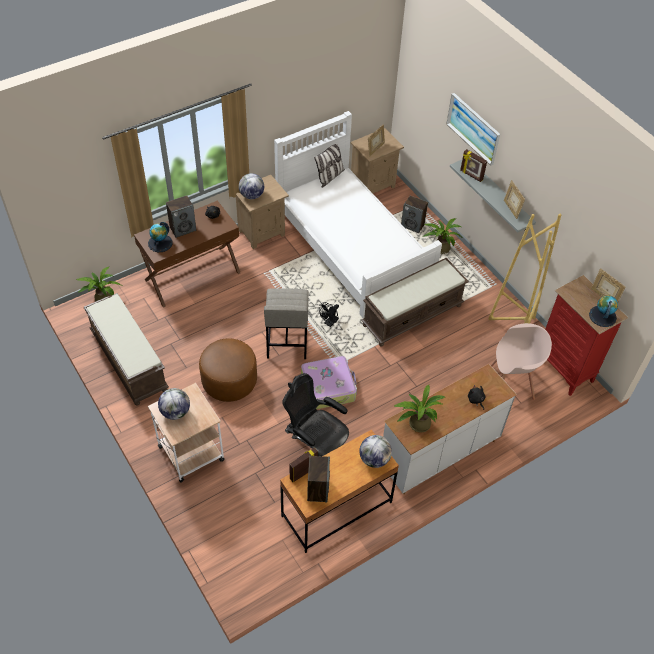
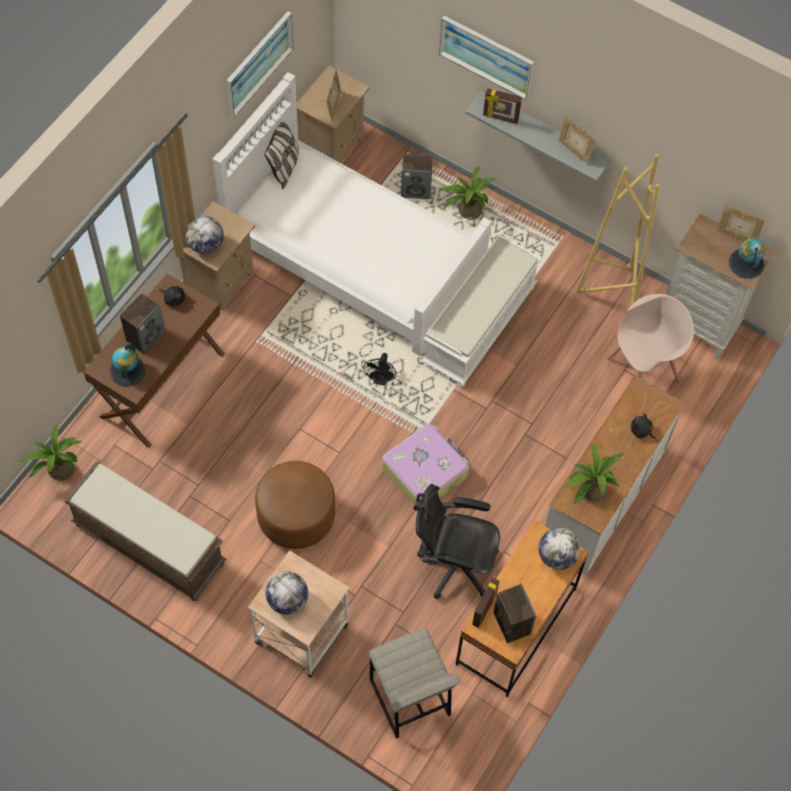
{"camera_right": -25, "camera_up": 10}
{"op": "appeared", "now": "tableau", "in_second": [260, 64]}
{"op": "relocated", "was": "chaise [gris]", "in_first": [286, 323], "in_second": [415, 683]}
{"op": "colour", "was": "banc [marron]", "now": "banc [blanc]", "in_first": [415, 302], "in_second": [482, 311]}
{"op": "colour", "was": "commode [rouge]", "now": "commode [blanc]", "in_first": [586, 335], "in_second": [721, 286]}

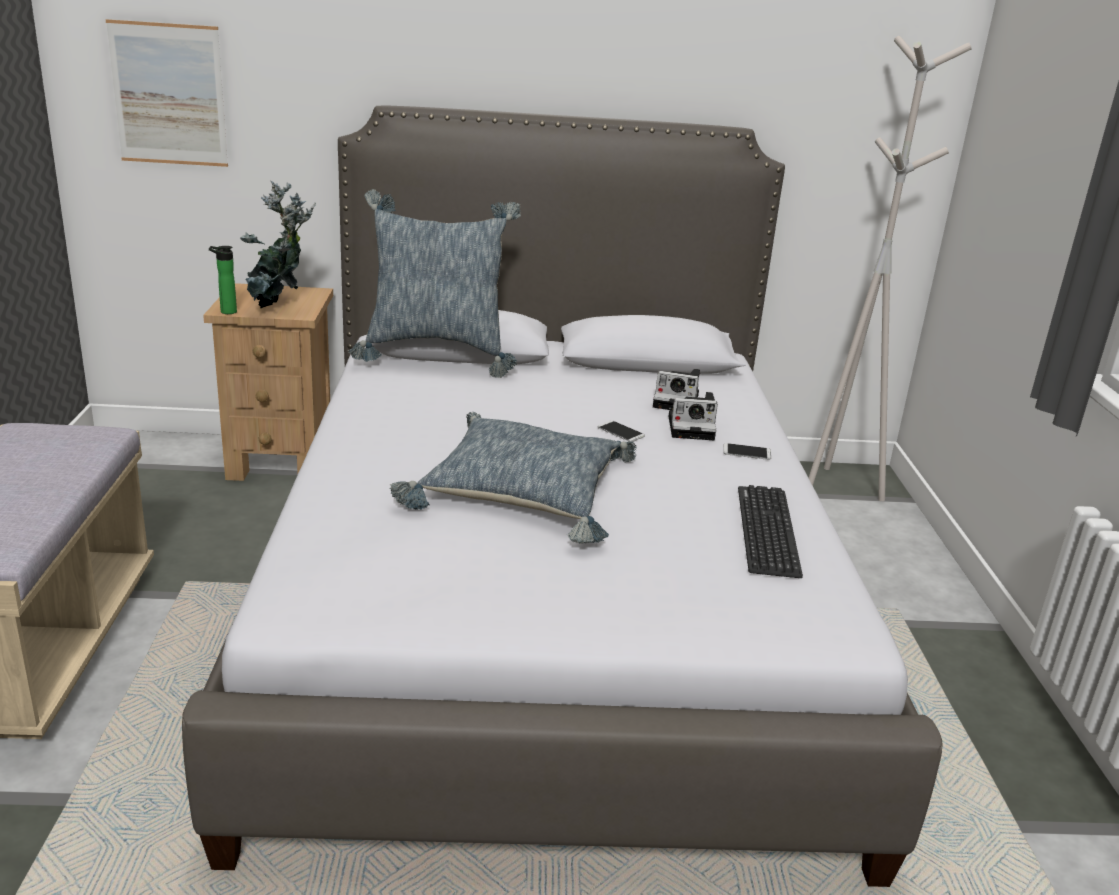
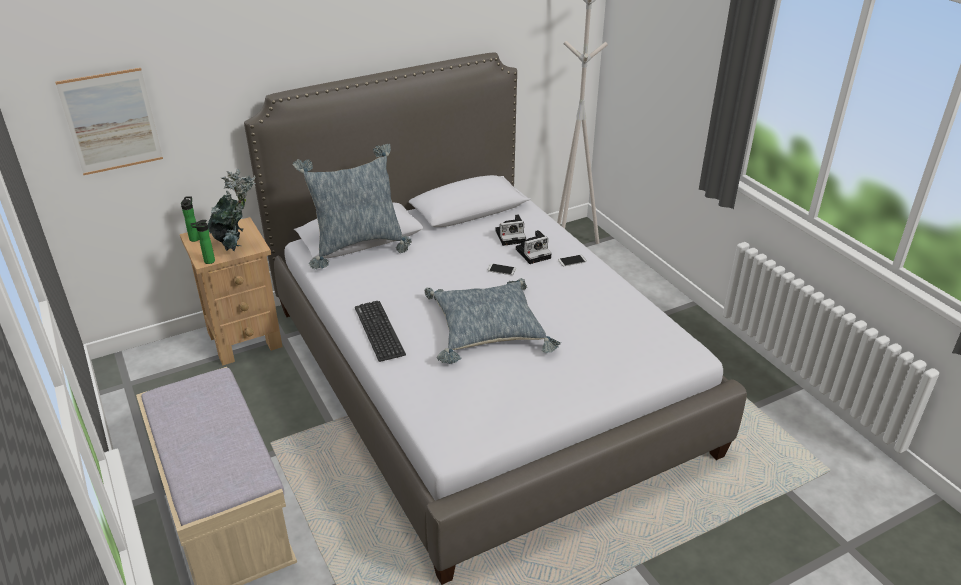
{"camera_right": -25, "camera_up": 10}
{"op": "appeared", "now": "bouteille", "in_second": [190, 219]}
{"op": "relocated", "was": "clavier", "in_first": [770, 531], "in_second": [380, 331]}

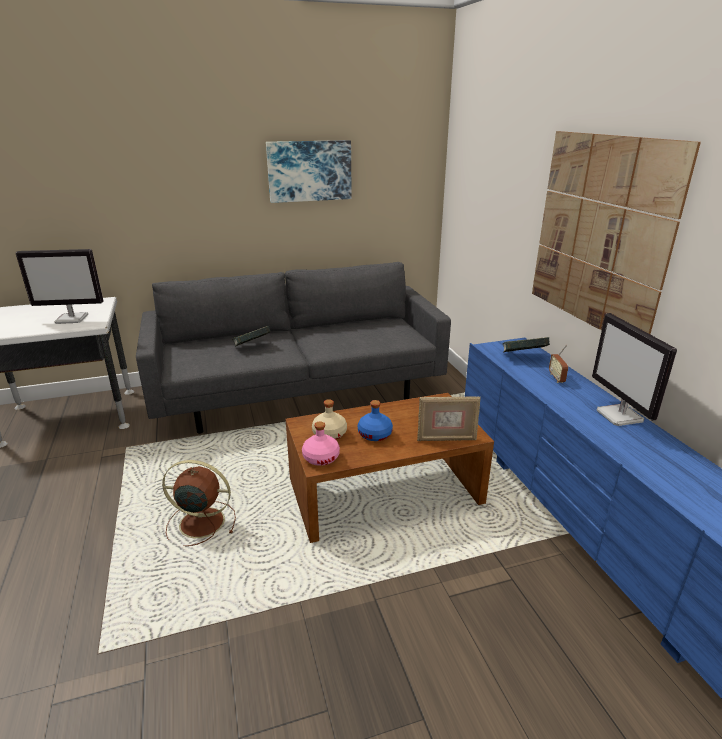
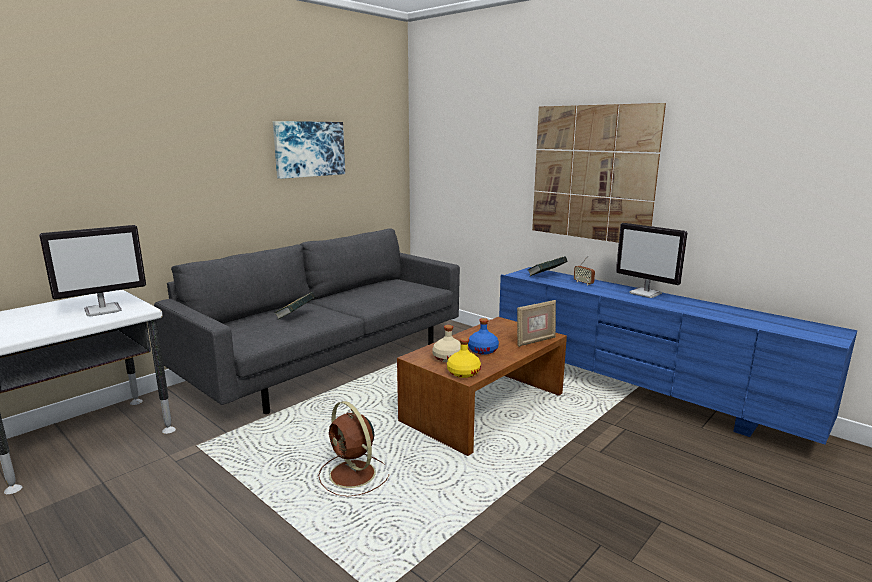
{"camera_right": -30, "camera_up": -10}
{"op": "spun", "was": "ventilateur [marron]", "in_first": [199, 503], "in_second": [353, 448], "clockwise": -105}
{"op": "colour", "was": "bouteille [rose]", "now": "bouteille [jaune]", "in_first": [321, 443], "in_second": [464, 358]}

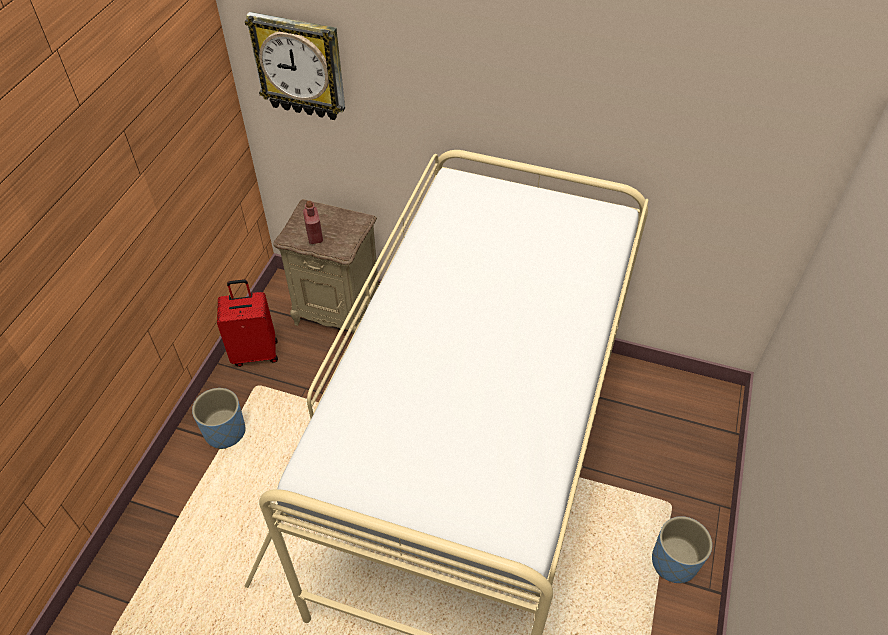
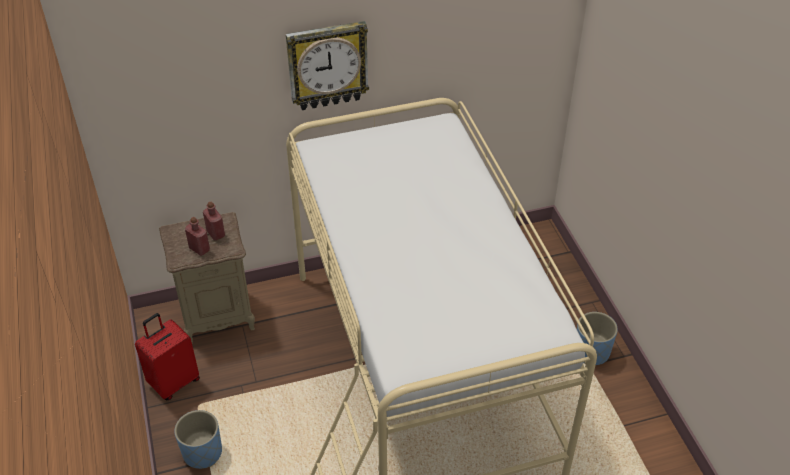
{"camera_right": -35, "camera_up": -5}
{"op": "appeared", "now": "bouteille [rouge]", "in_second": [214, 220]}
{"op": "relocated", "was": "horloge murale", "in_first": [295, 66], "in_second": [327, 65]}

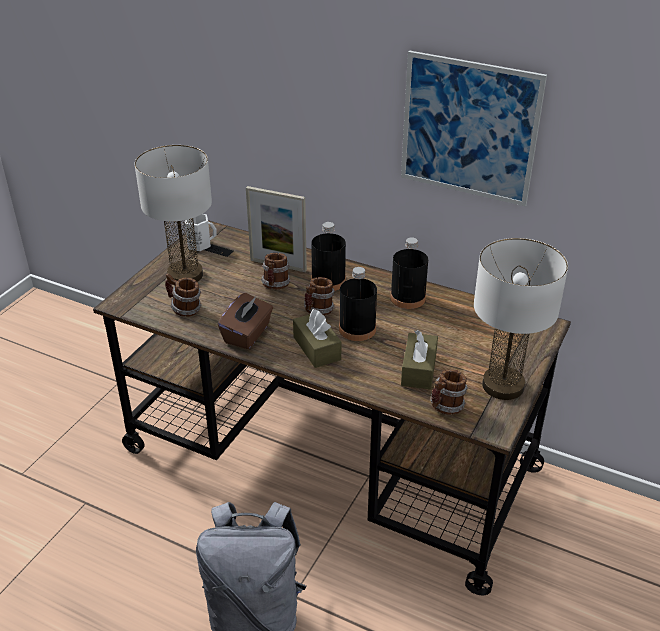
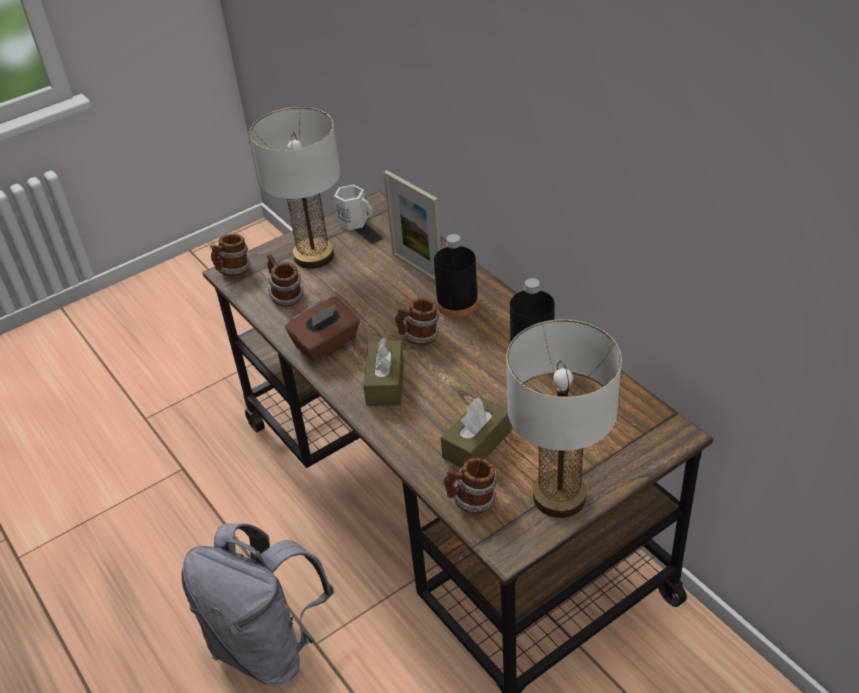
{"camera_right": 30, "camera_up": 5}
{"op": "relocated", "was": "mug", "in_first": [275, 271], "in_second": [230, 255]}
{"op": "missing", "was": "bouteille [noir]", "in_first": [358, 304]}
{"op": "missing", "was": "tableau", "in_first": [474, 129]}

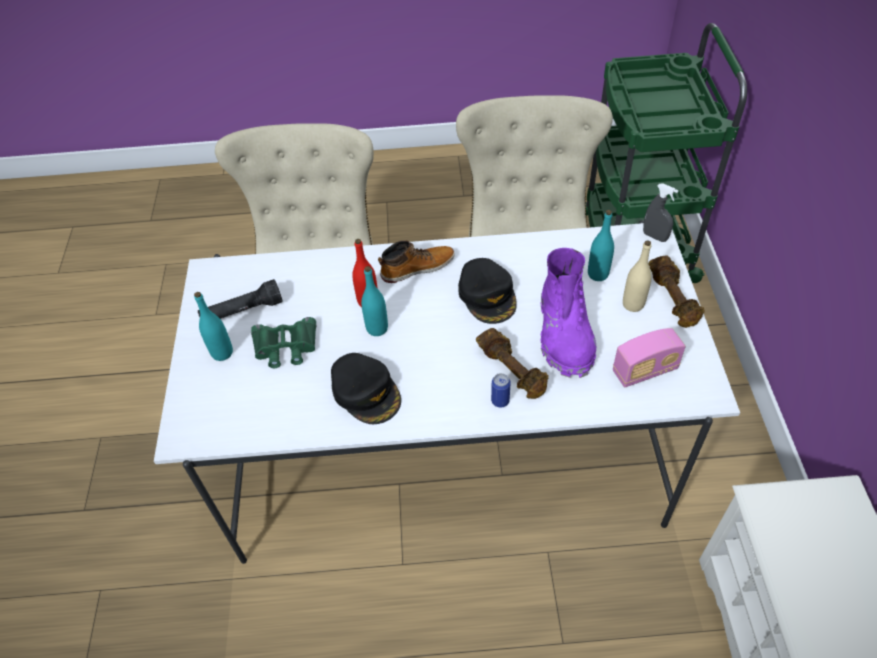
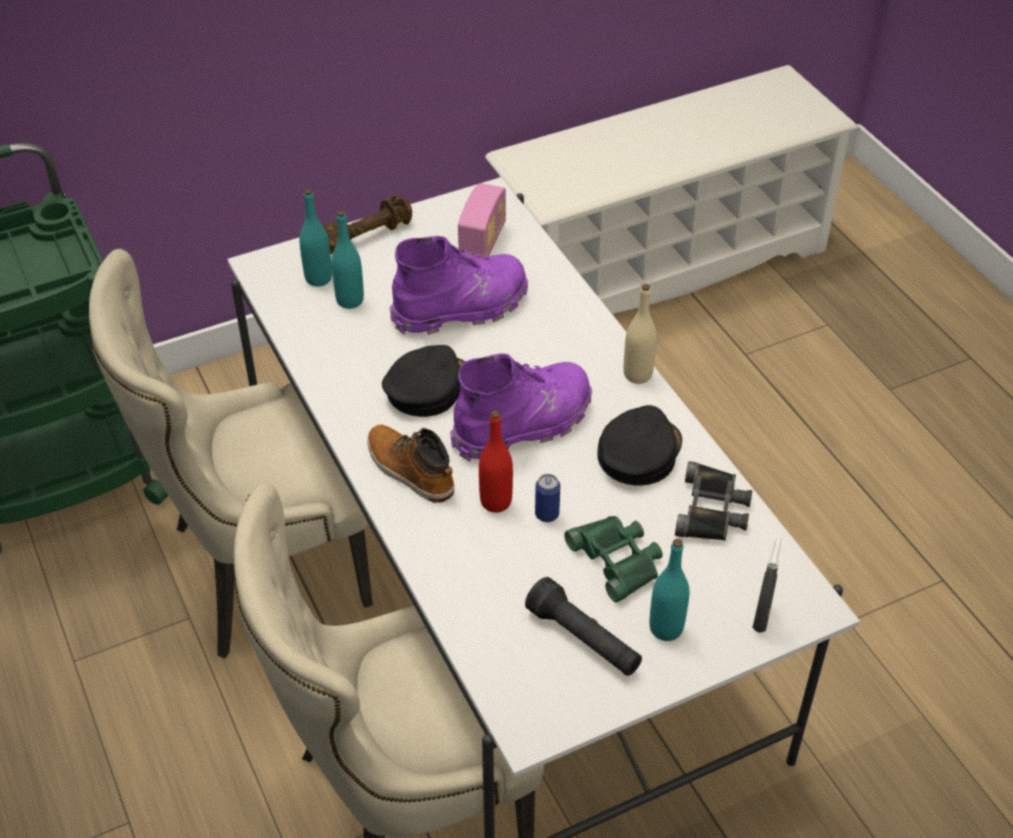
{"camera_right": -115, "camera_up": -5}
{"op": "relocated", "was": "bouteille [turquoise]", "in_first": [374, 301], "in_second": [316, 238]}
{"op": "appeared", "now": "botte [violet]", "in_second": [521, 407]}
{"op": "spun", "was": "radio", "in_first": [649, 357], "in_second": [482, 220], "clockwise": 60}
{"op": "relocated", "was": "boîte métallique", "in_first": [501, 390], "in_second": [547, 498]}
{"op": "relocated", "was": "bouteille [beige]", "in_first": [637, 276], "in_second": [640, 334]}
{"op": "appeared", "now": "jumelles [noir]", "in_second": [713, 501]}
{"op": "relocated", "was": "vaporisateur [gris]", "in_first": [660, 212], "in_second": [767, 583]}
{"op": "missing", "was": "haltère [marron]", "in_first": [512, 363]}

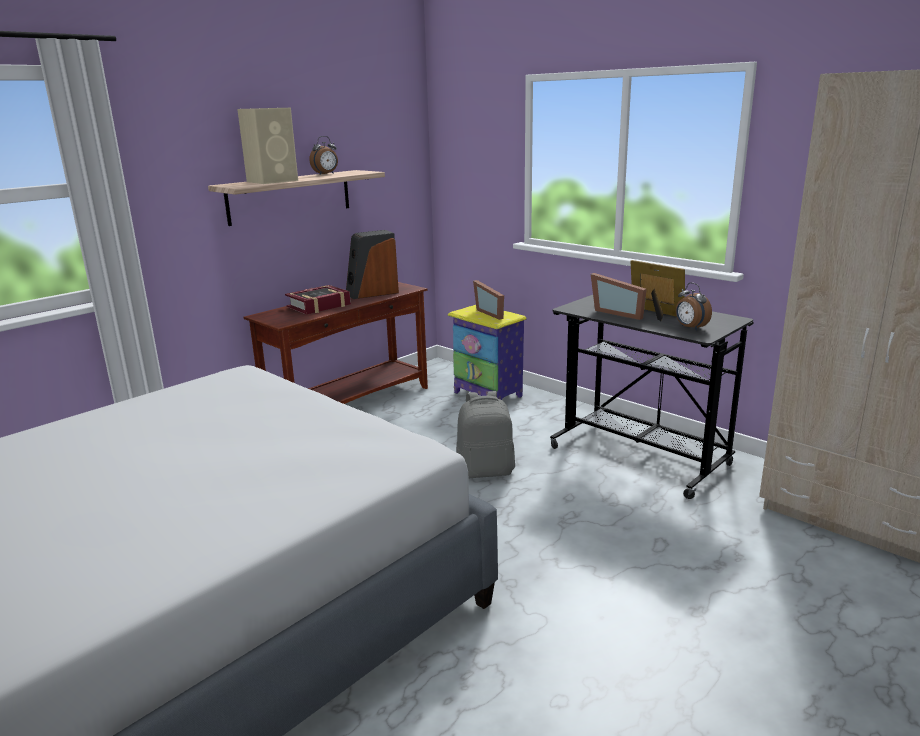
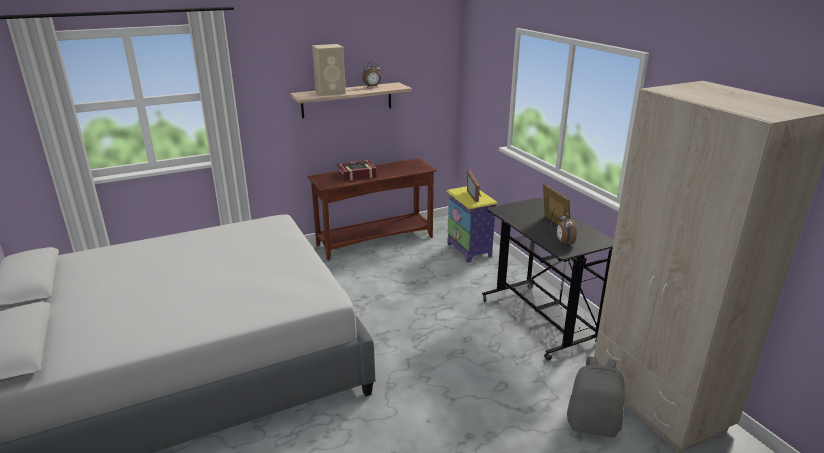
{"camera_right": 20, "camera_up": 5}
{"op": "relocated", "was": "sac à dos [gris]", "in_first": [485, 434], "in_second": [596, 397]}
{"op": "missing", "was": "enceinte", "in_first": [372, 264]}
{"op": "missing", "was": "cadre photo", "in_first": [619, 296]}

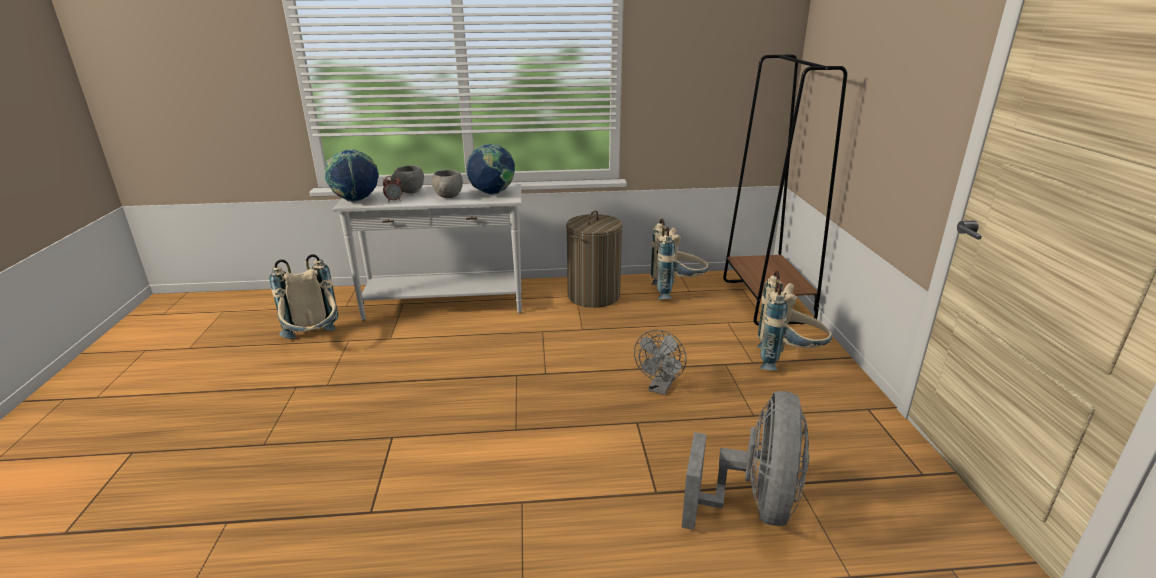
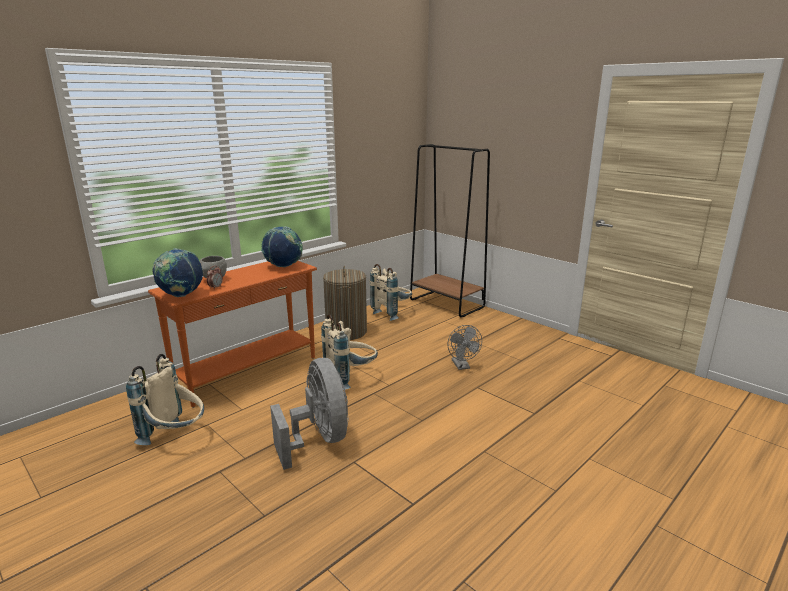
{"camera_right": -40, "camera_up": -5}
{"op": "colour", "was": "table console [blanc]", "now": "table console [orange]", "in_first": [427, 252], "in_second": [232, 334]}
{"op": "relocated", "was": "ventilateur [gris]", "in_first": [745, 460], "in_second": [309, 414]}
{"op": "relocated", "was": "sac à dos [beige]", "in_first": [794, 320], "in_second": [349, 352]}
{"op": "missing", "was": "bol [gris]", "in_first": [447, 184]}

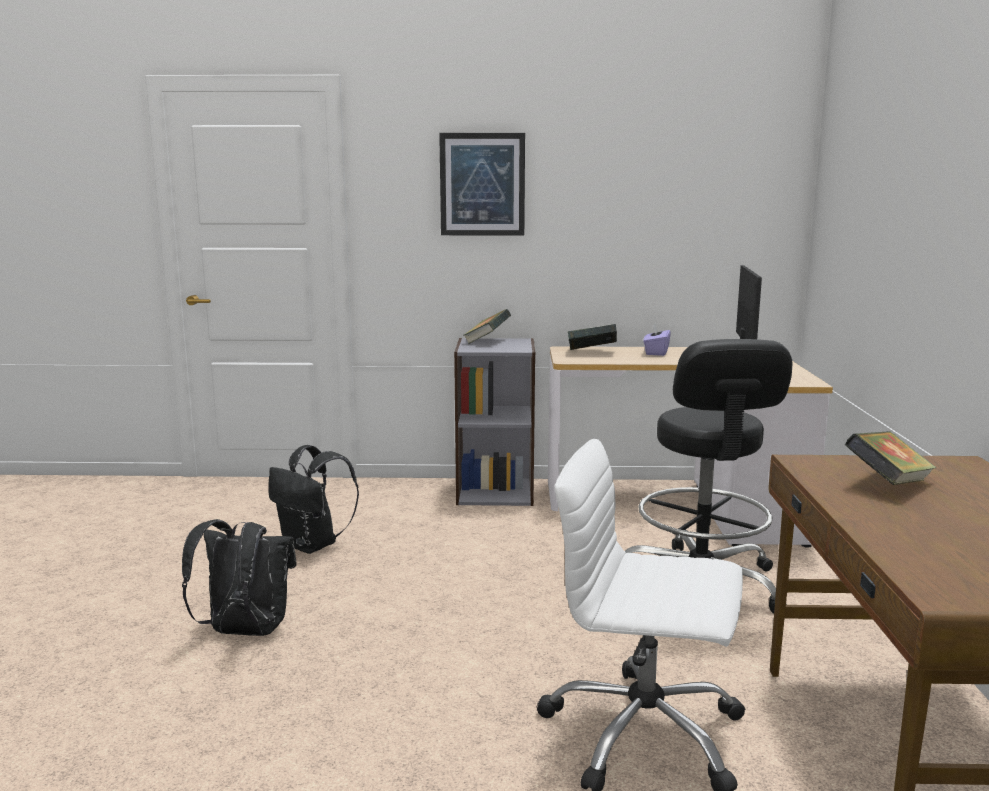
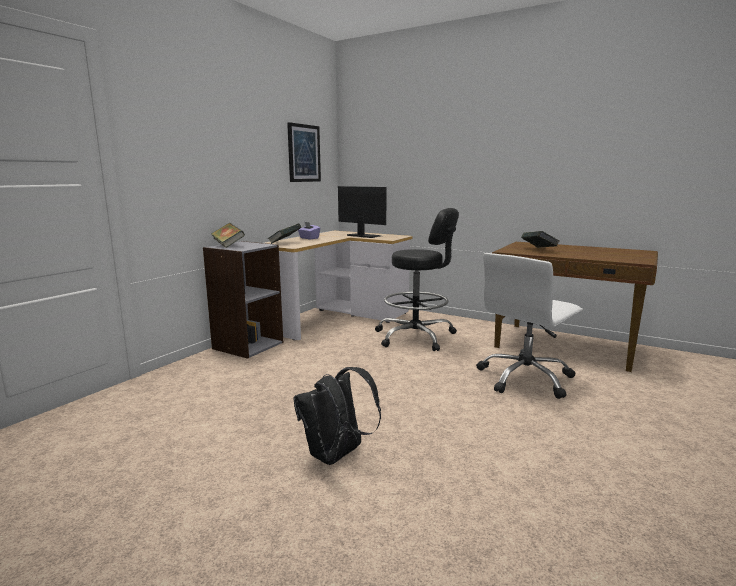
{"camera_right": -60, "camera_up": 0}
{"op": "relocated", "was": "tableau", "in_first": [482, 184], "in_second": [304, 152]}
{"op": "missing", "was": "sac à dos [noir]", "in_first": [313, 499]}

